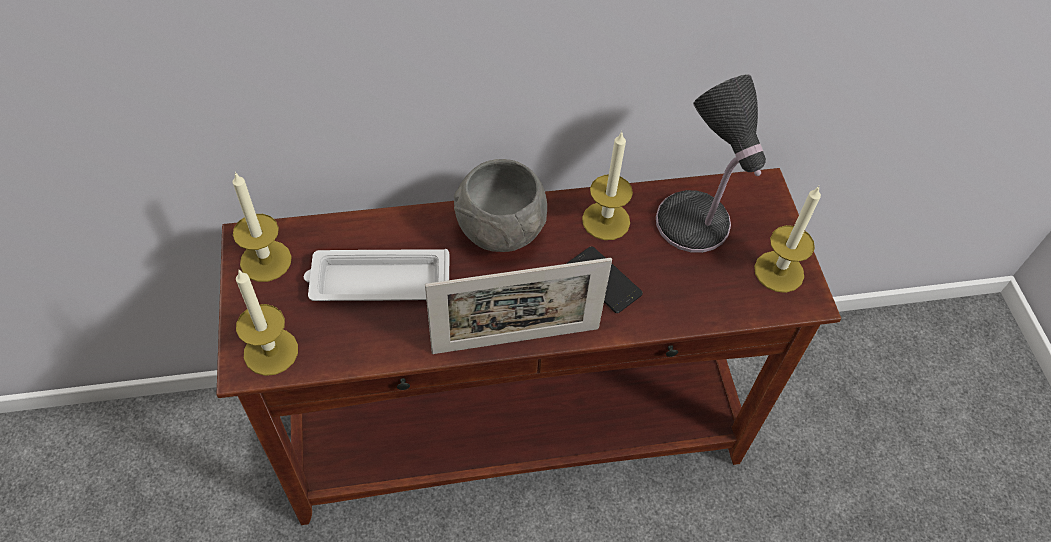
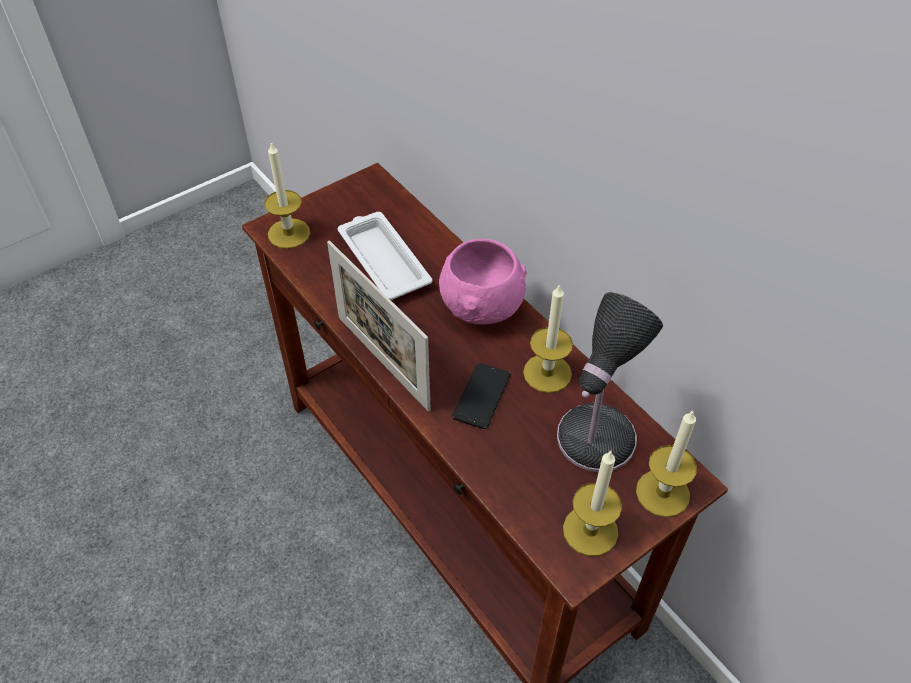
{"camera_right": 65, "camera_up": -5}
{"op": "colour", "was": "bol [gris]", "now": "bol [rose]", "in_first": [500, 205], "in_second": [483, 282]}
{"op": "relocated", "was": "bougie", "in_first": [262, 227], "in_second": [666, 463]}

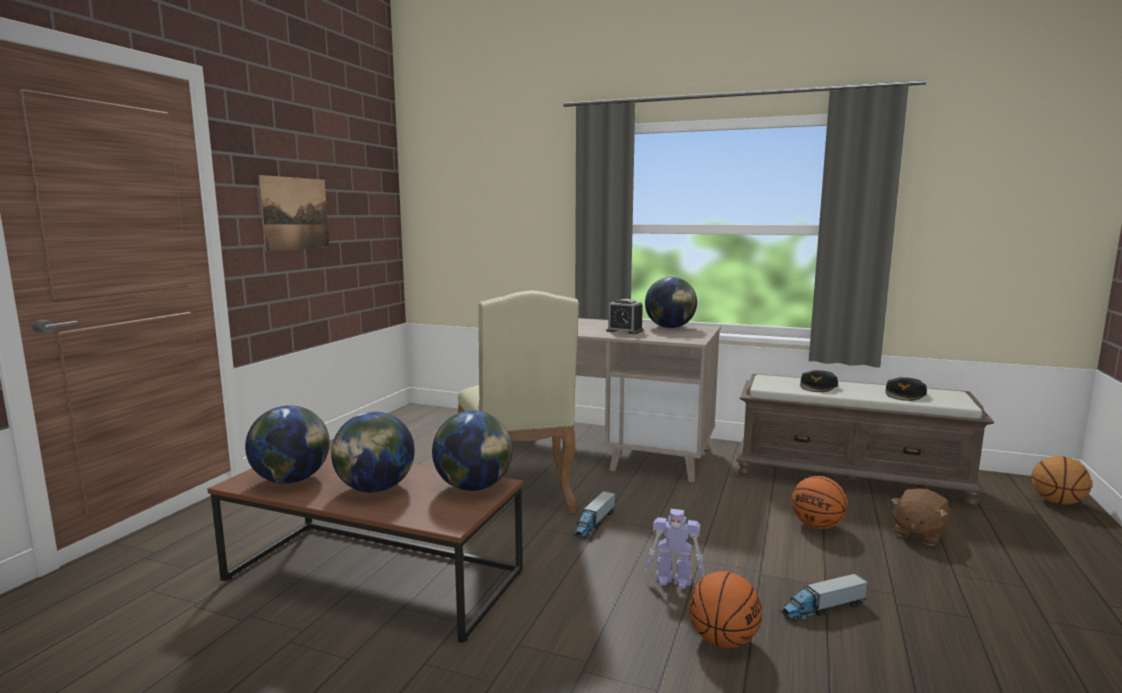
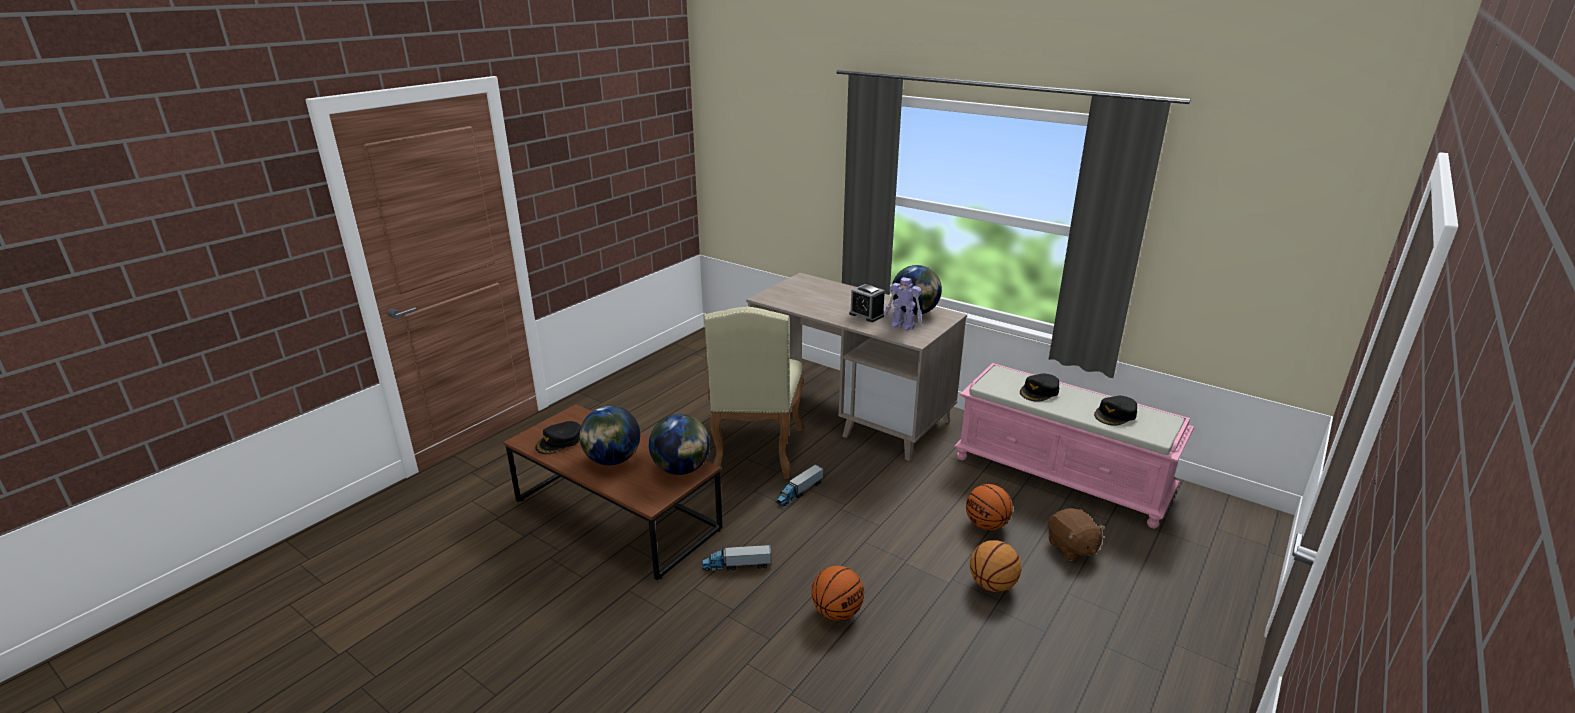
{"camera_right": 15, "camera_up": 15}
{"op": "exchanged", "was": "globe", "now": "casquette [noir]", "in_first": [287, 444], "in_second": [558, 437]}
{"op": "relocated", "was": "camion jouet", "in_first": [824, 598], "in_second": [736, 558]}
{"op": "relocated", "was": "robot jouet", "in_first": [675, 549], "in_second": [902, 304]}
{"op": "colour", "was": "banc [marron]", "now": "banc [rose]", "in_first": [865, 440], "in_second": [1074, 445]}
{"op": "relocated", "was": "ballon de basket", "in_first": [1061, 480], "in_second": [996, 566]}
{"op": "spun", "was": "peluche [marron]", "in_first": [920, 517], "in_second": [1077, 534], "clockwise": -75}
{"op": "missing", "was": "tableau", "in_first": [293, 213]}

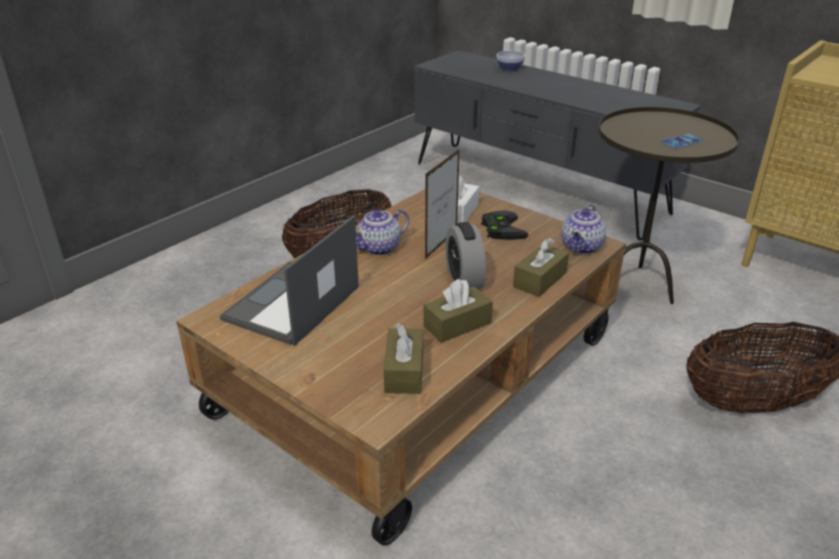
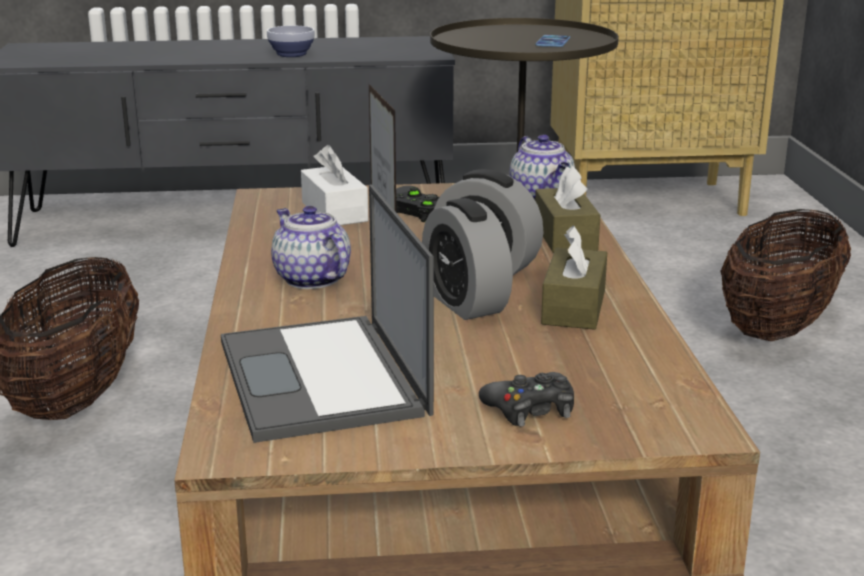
{"camera_right": -45, "camera_up": -10}
{"op": "relocated", "was": "bol", "in_first": [511, 61], "in_second": [291, 41]}
{"op": "spun", "was": "théière", "in_first": [382, 232], "in_second": [311, 247], "clockwise": 135}
{"op": "appeared", "now": "réveil", "in_second": [467, 259]}
{"op": "appeared", "now": "manette [noir]", "in_second": [526, 399]}
{"op": "missing", "was": "boîte à mouchoirs [marron]", "in_first": [403, 358]}

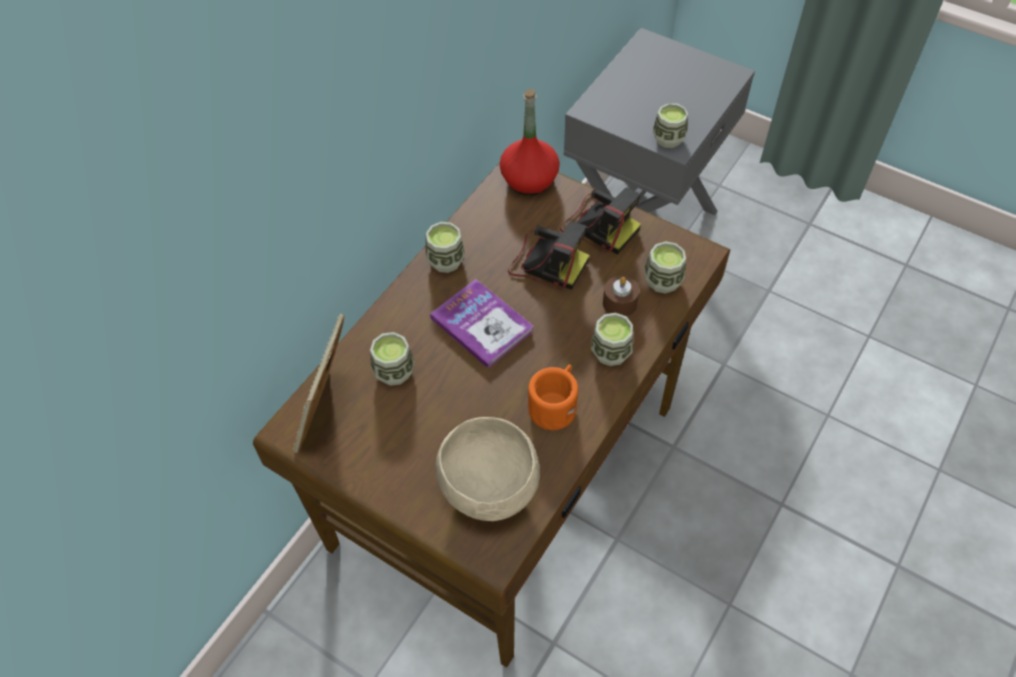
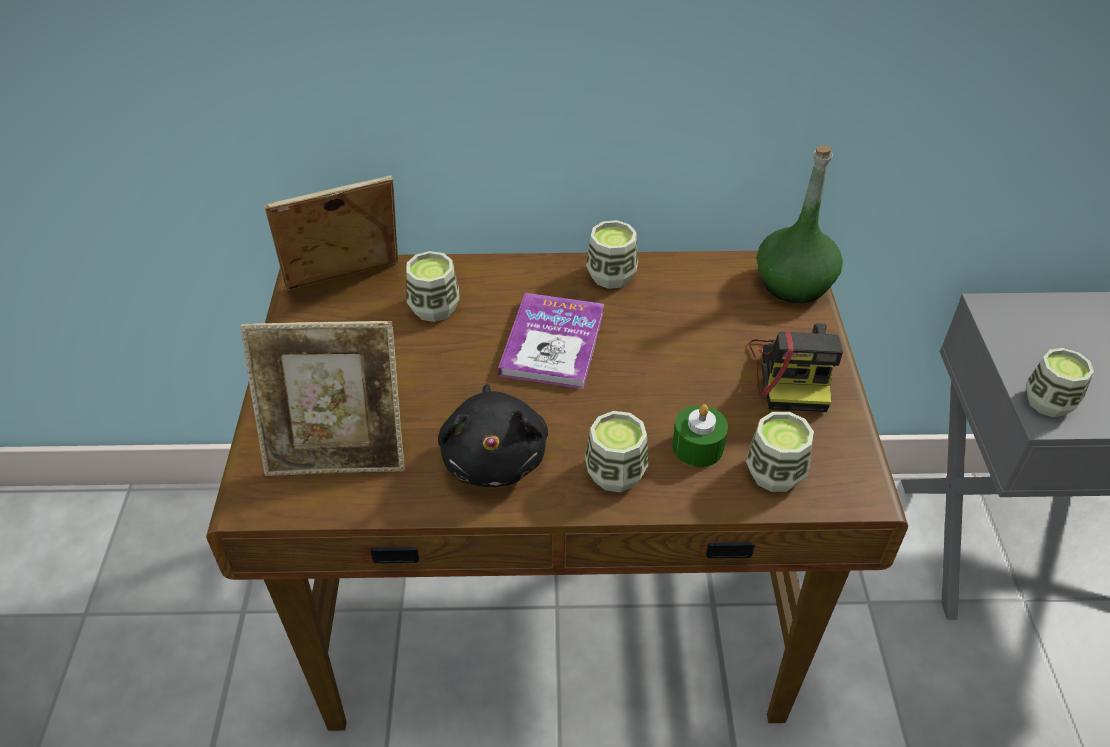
{"camera_right": 55, "camera_up": -10}
{"op": "exchanged", "was": "bol [beige]", "now": "cadre photo", "in_first": [488, 469], "in_second": [322, 398]}
{"op": "exchanged", "was": "mug [orange]", "now": "peluche [noir]", "in_first": [553, 397], "in_second": [493, 435]}
{"op": "colour", "was": "bougie [marron]", "now": "bougie [vert]", "in_first": [621, 296], "in_second": [700, 435]}
{"op": "colour", "was": "bouteille [rouge]", "now": "bouteille [vert]", "in_first": [530, 142], "in_second": [800, 224]}
{"op": "missing", "was": "appareil photo", "in_first": [549, 255]}

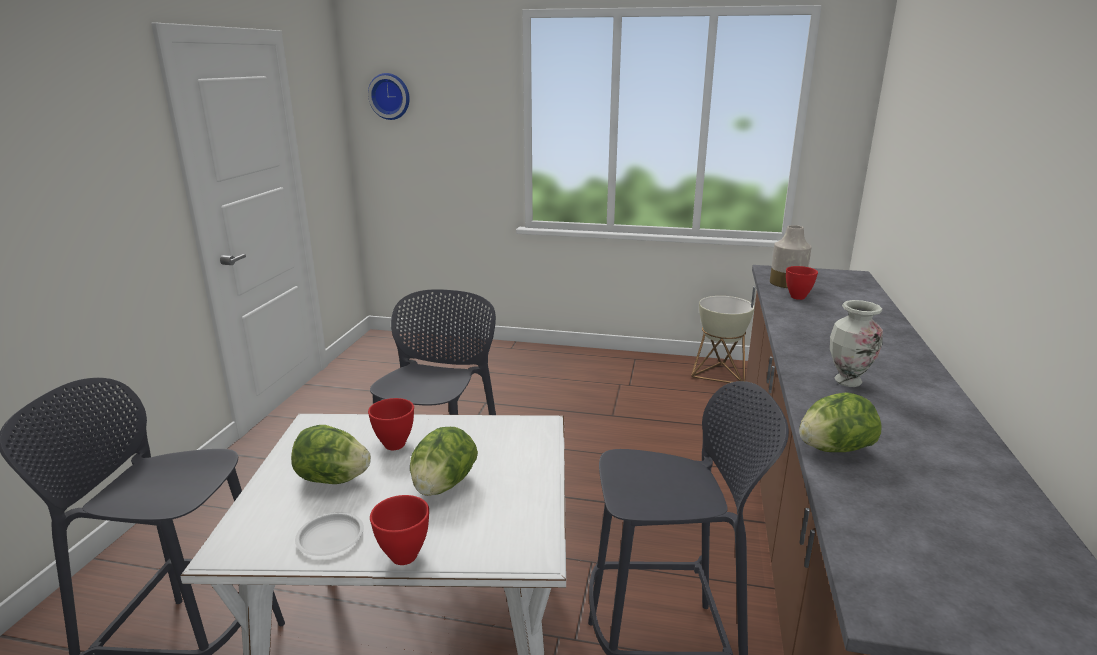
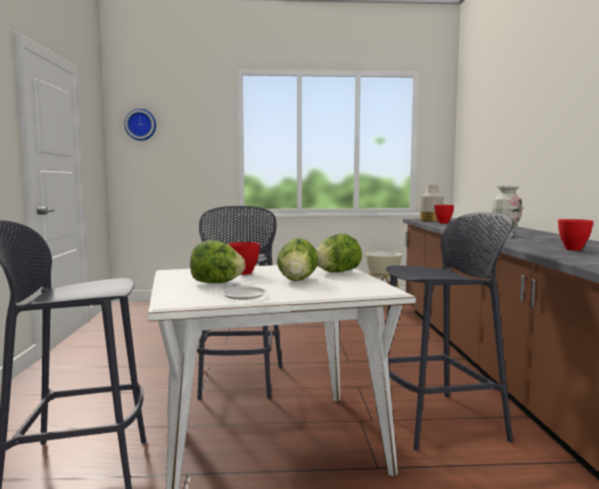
{"camera_right": -15, "camera_up": -15}
{"op": "relocated", "was": "laitue", "in_first": [840, 422], "in_second": [339, 253]}
{"op": "relocated", "was": "bol [rouge]", "in_first": [399, 530], "in_second": [575, 234]}

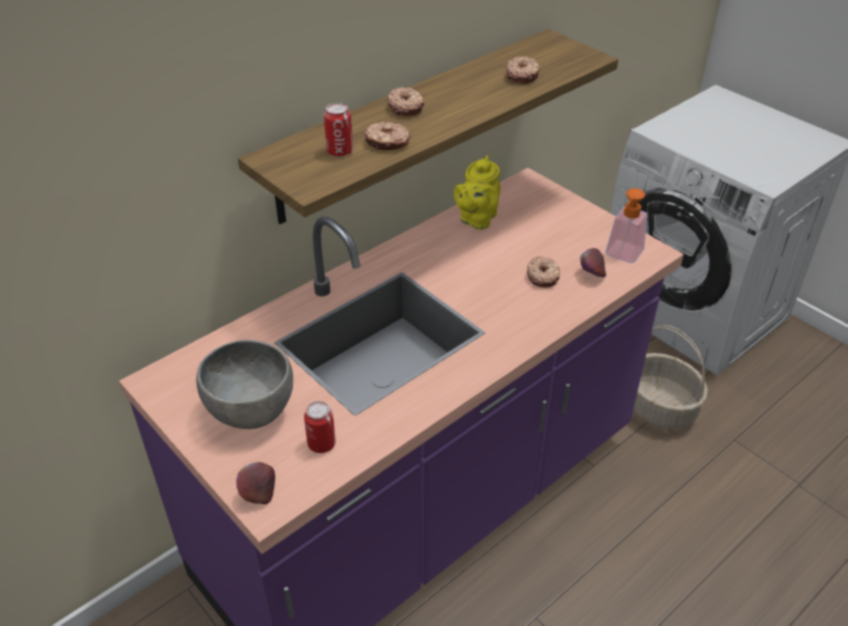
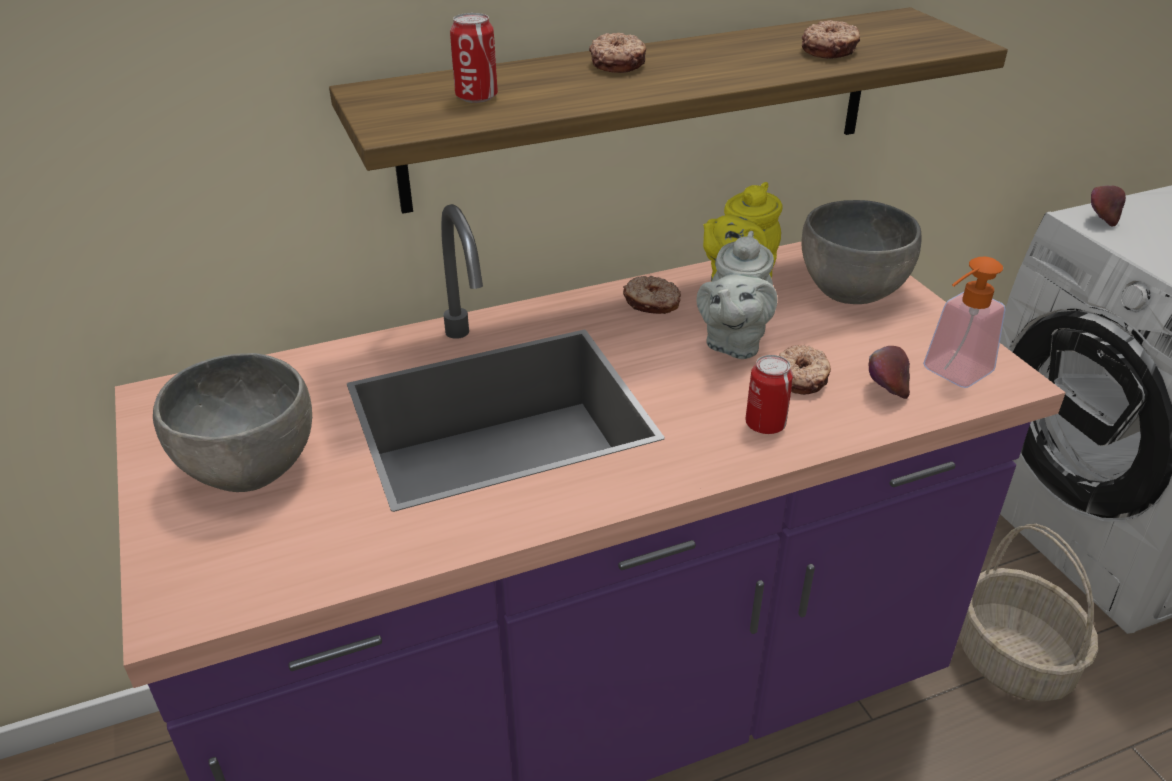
{"camera_right": 20, "camera_up": -5}
{"op": "relocated", "was": "beignet", "in_first": [387, 136], "in_second": [652, 295]}
{"op": "appeared", "now": "théière [gris]", "in_second": [737, 295]}
{"op": "relocated", "was": "boîte métallique", "in_first": [320, 427], "in_second": [769, 394]}
{"op": "appeared", "now": "bol [gris]", "in_second": [861, 252]}
{"op": "relocated", "was": "pomme", "in_first": [255, 483], "in_second": [1108, 205]}

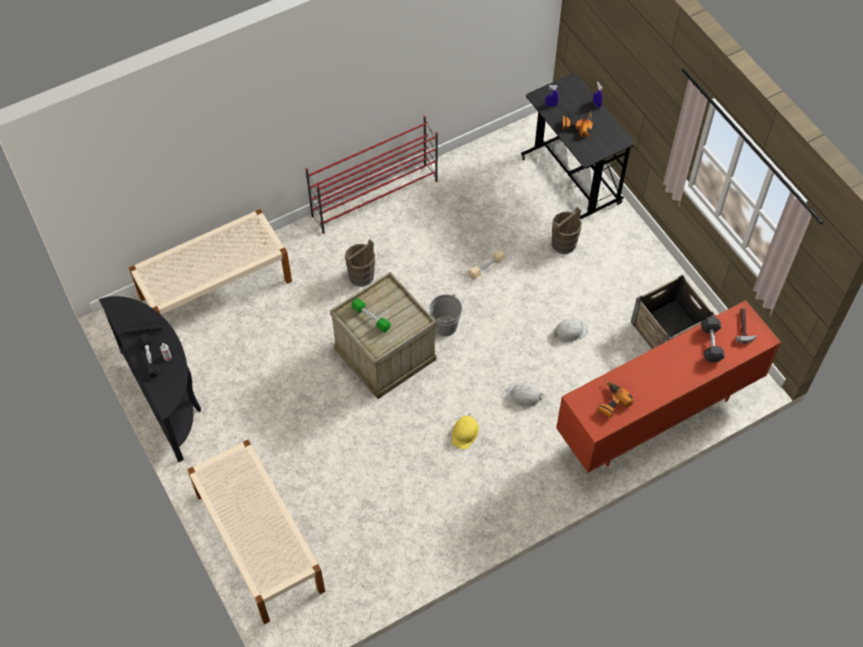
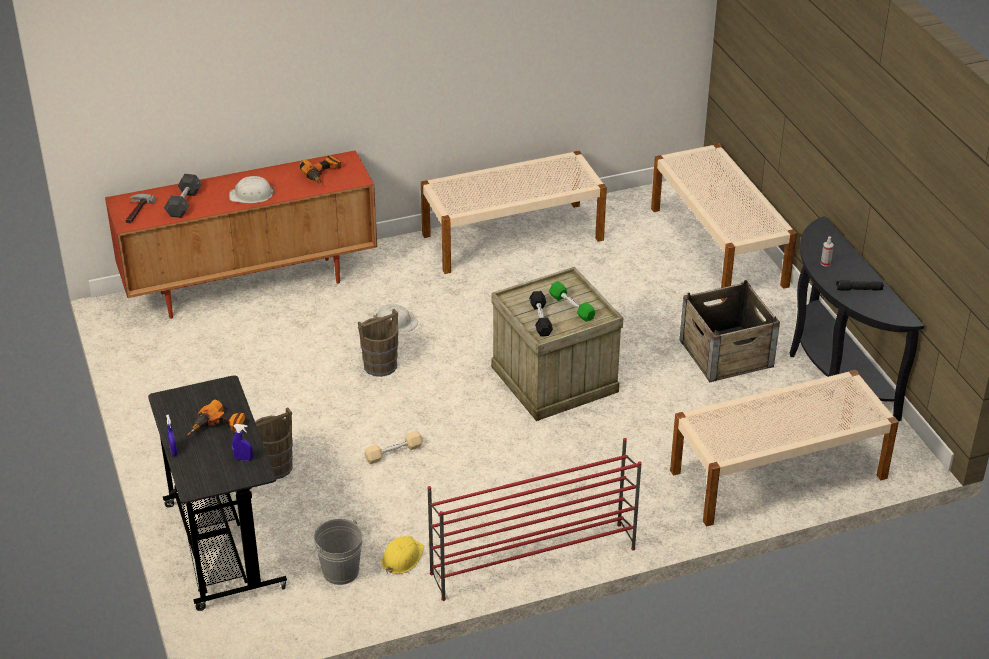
{"camera_right": -170, "camera_up": -20}
{"op": "relocated", "was": "casque de chantier [blanc]", "in_first": [570, 331], "in_second": [252, 189]}
{"op": "relocated", "was": "seau [gris]", "in_first": [445, 315], "in_second": [338, 552]}
{"op": "relocated", "was": "seau [marron]", "in_first": [360, 263], "in_second": [378, 343]}
{"op": "relocated", "was": "casque de chantier [jaune]", "in_first": [465, 431], "in_second": [403, 555]}
{"op": "appeared", "now": "banc [beige]", "in_second": [514, 212]}
{"op": "relocated", "was": "haltère [noir]", "in_first": [148, 355], "in_second": [541, 313]}
{"op": "relocated", "was": "caisse", "in_first": [673, 312], "in_second": [730, 331]}

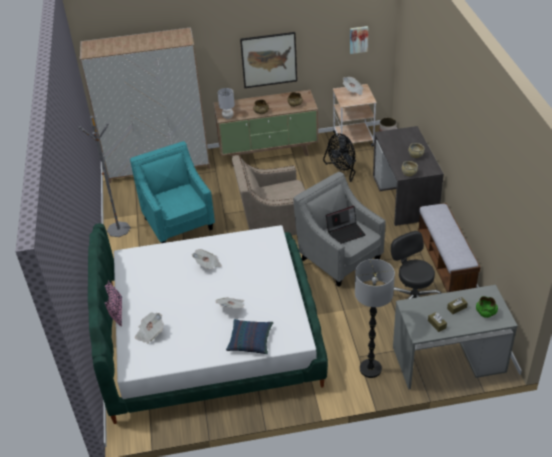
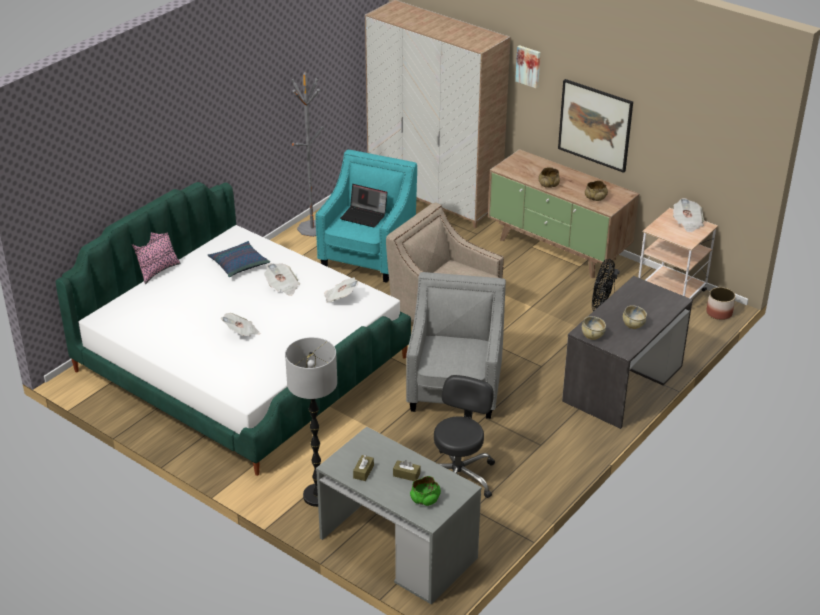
{"camera_right": 45, "camera_up": -5}
{"op": "relocated", "was": "coussin [bleu]", "in_first": [249, 336], "in_second": [239, 259]}
{"op": "relocated", "was": "journal", "in_first": [149, 328], "in_second": [341, 289]}
{"op": "relocated", "was": "ordinateur portable", "in_first": [346, 225], "in_second": [364, 205]}
{"op": "relocated", "was": "tableau", "in_first": [359, 40], "in_second": [528, 66]}
{"op": "missing", "was": "lampe de table [gris]", "in_first": [226, 103]}
{"op": "missing", "was": "banc", "in_first": [449, 247]}

